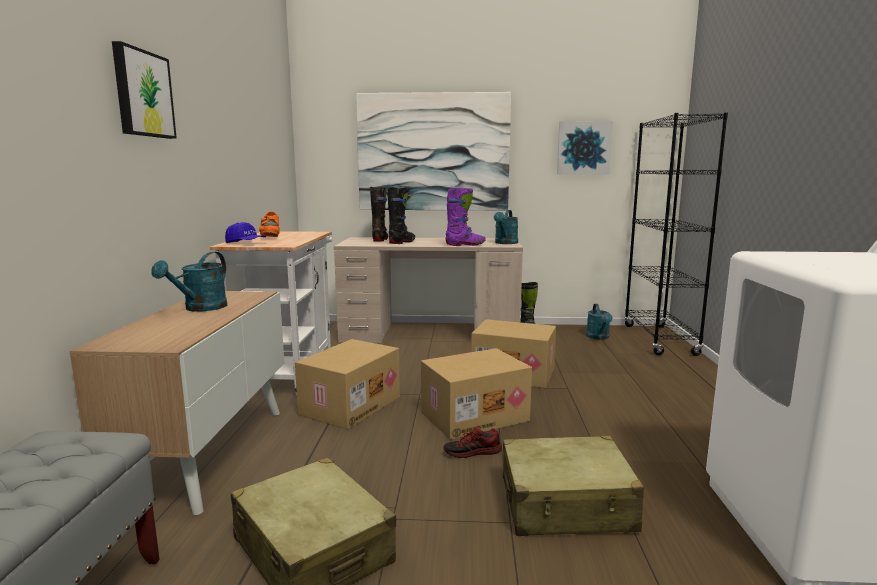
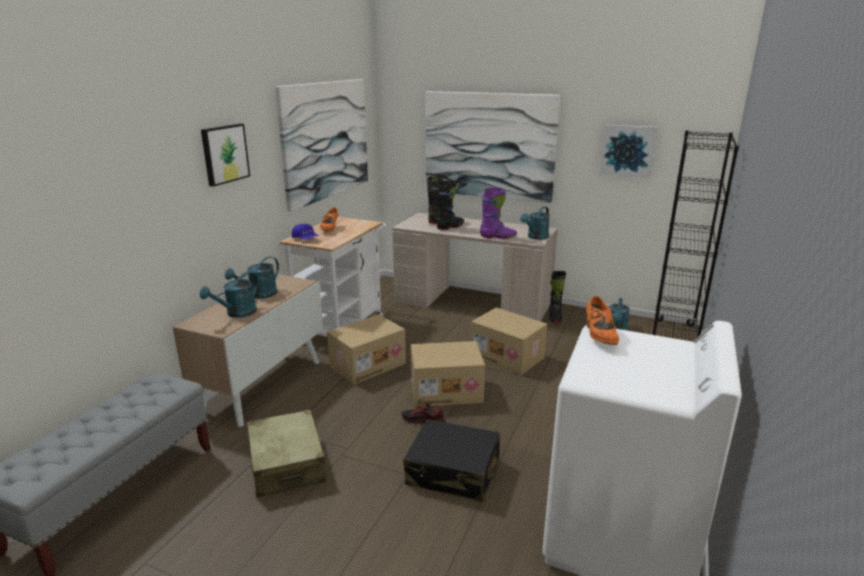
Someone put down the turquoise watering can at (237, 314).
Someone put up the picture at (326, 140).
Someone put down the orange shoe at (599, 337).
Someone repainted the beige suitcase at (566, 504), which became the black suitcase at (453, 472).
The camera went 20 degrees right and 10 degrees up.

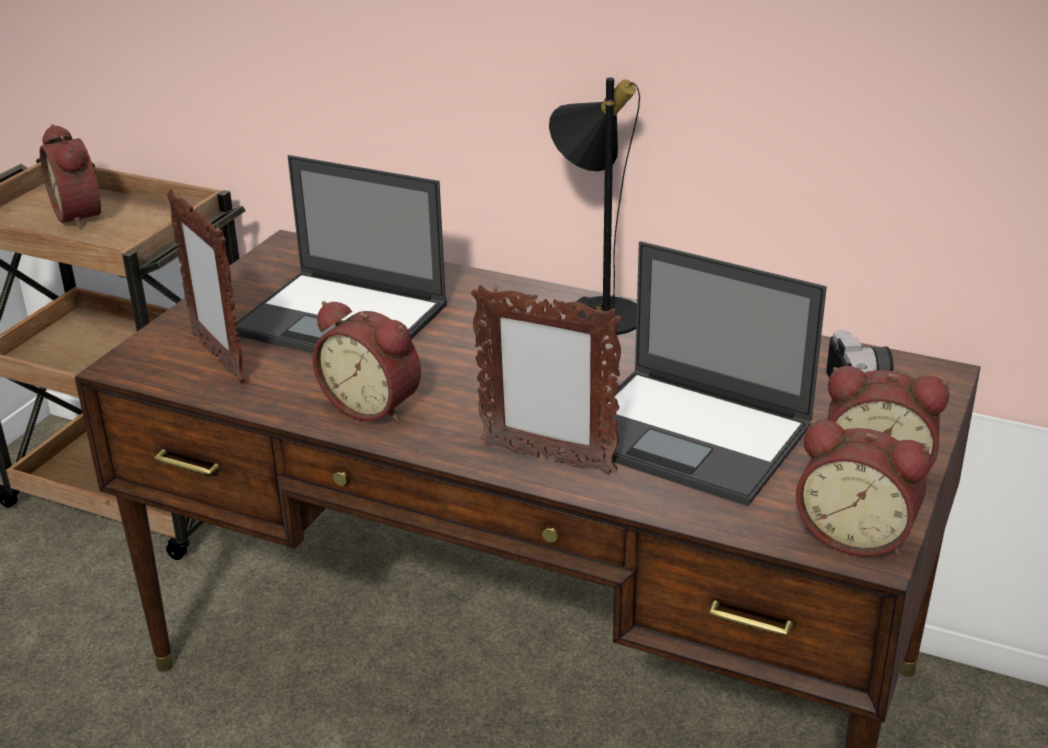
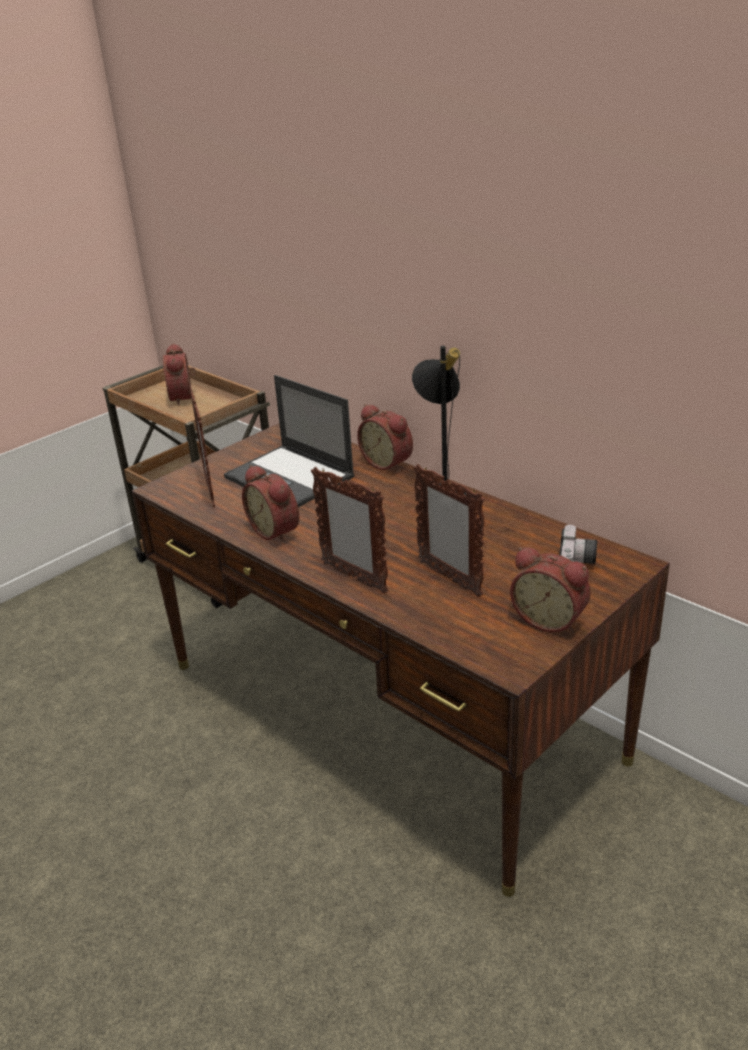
Someone carried the alarm clock from (856, 534) to (388, 463).
Someone swapped the laptop at (693, 436) for the picture frame at (449, 578).
The camera went 20 degrees right and 0 degrees up.

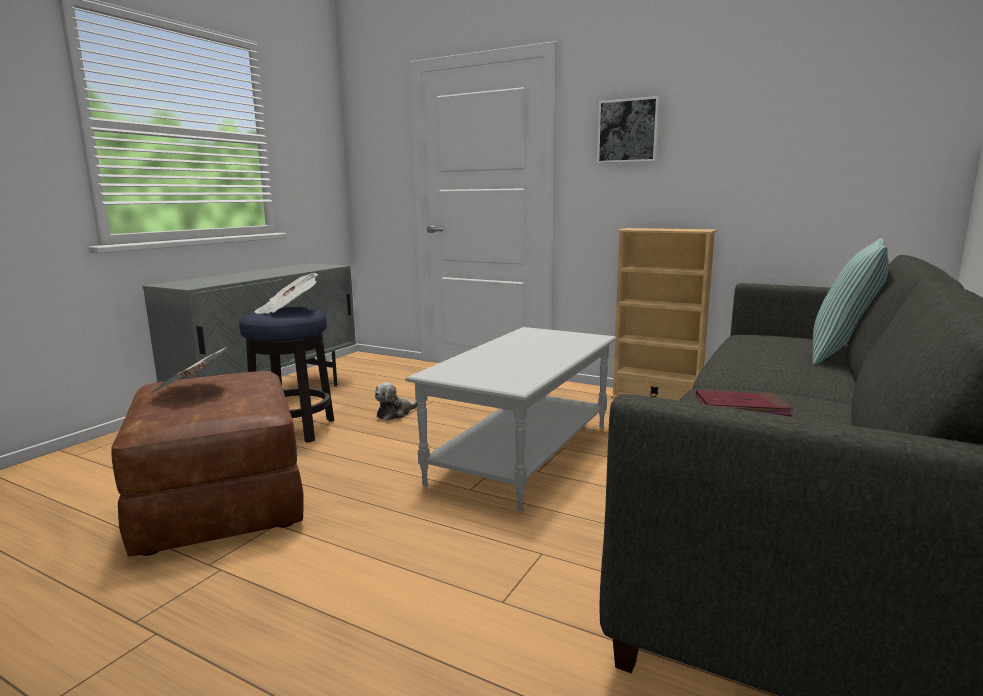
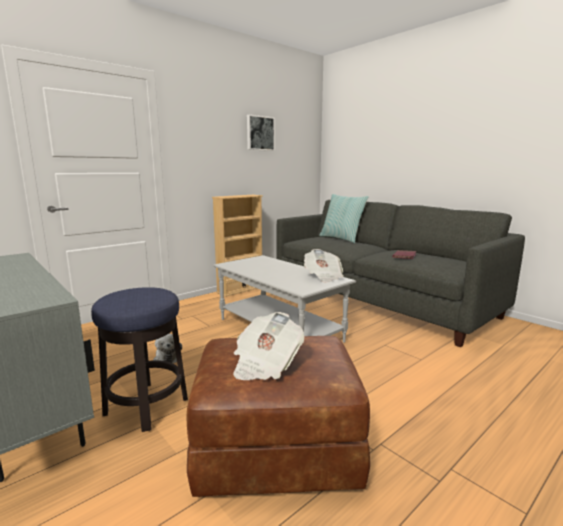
Someone carried the newspaper from (288, 310) to (323, 276).
Someone carried the picture from (628, 131) to (260, 133).
The camera went 70 degrees left and 0 degrees up.

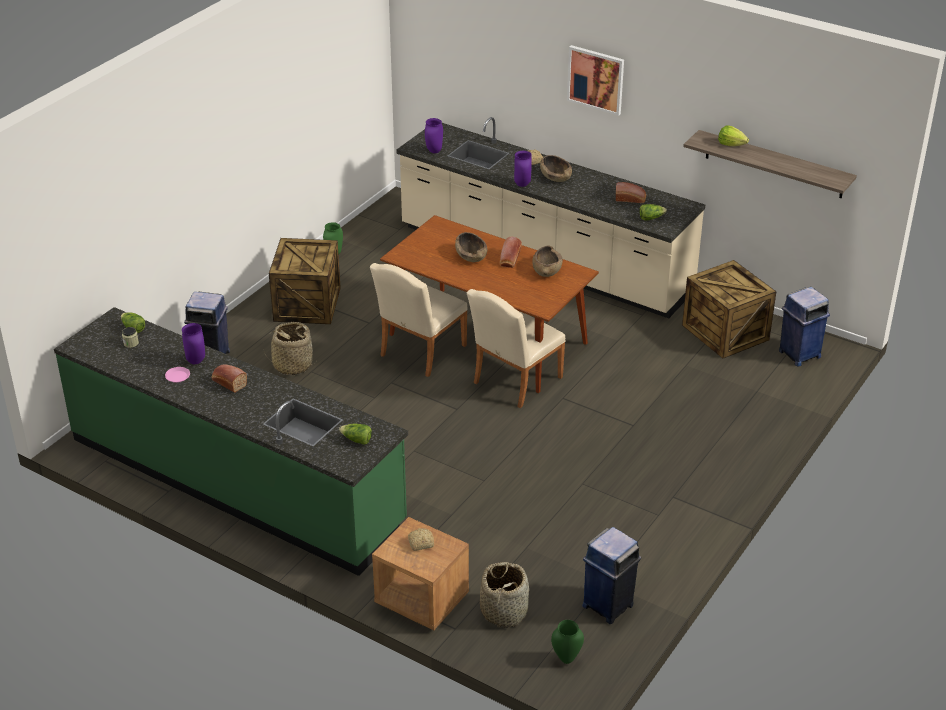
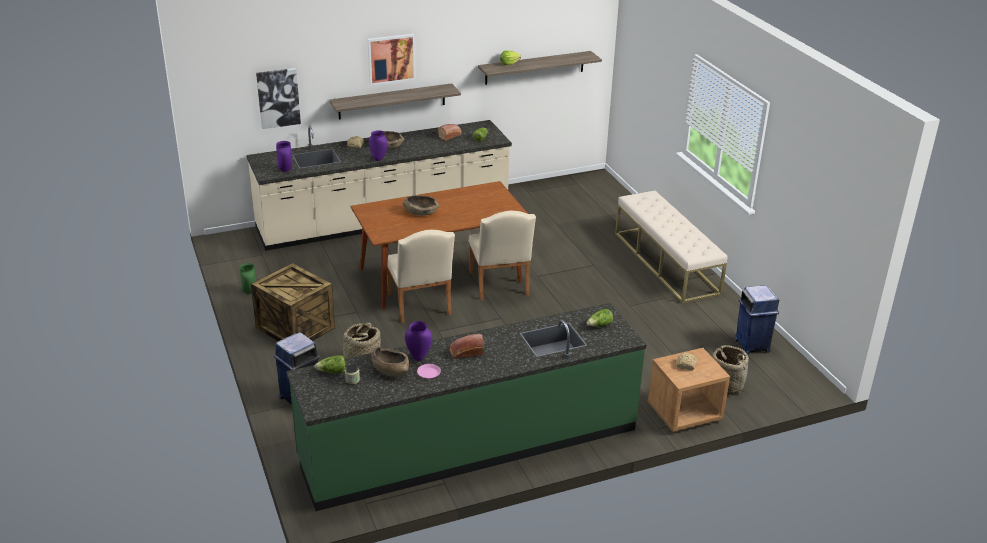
Someone took away the bread at (509, 259).
Someone took away the green vase at (566, 659).
Someone took away the crate at (726, 332).
Someone took away the blue trash can at (798, 354).
Someone put up the picture at (278, 98).
Someone put up the shelf at (392, 101).
Someone put down the beige bench at (666, 263).
Someone carried the brown bowl from (546, 269) to (390, 369).
The camera went 55 degrees left and 5 degrees down.

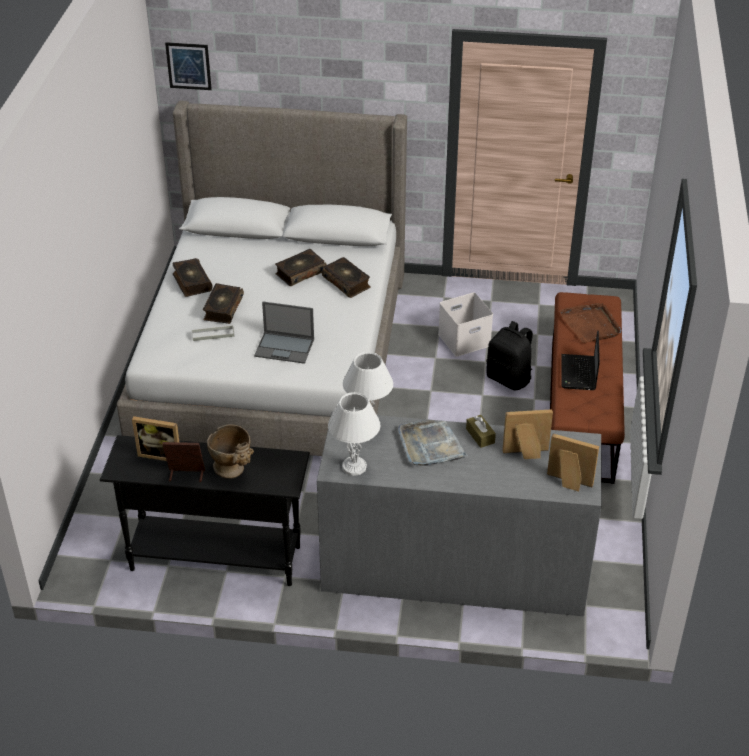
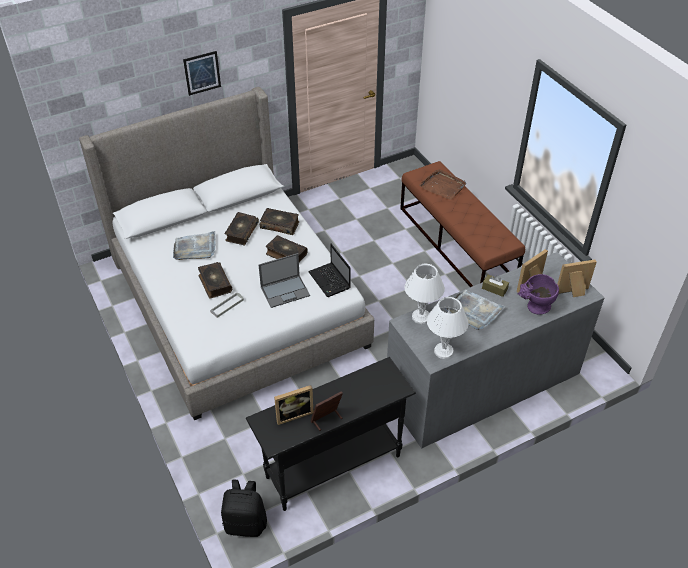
Someone took away the beige vase at (233, 471).
Someone took away the white storage box at (464, 340).
Someone put down the grey tray at (195, 248).
Someone put down the purple vase at (535, 308).
Someone carried the picture from (188, 66) to (202, 73).
Someone carried the book from (191, 282) to (286, 254).
Someone carried the black backpack from (509, 378) to (246, 523).
Someone carried the laptop from (579, 374) to (330, 281).
The camera went 35 degrees left and 5 degrees up.

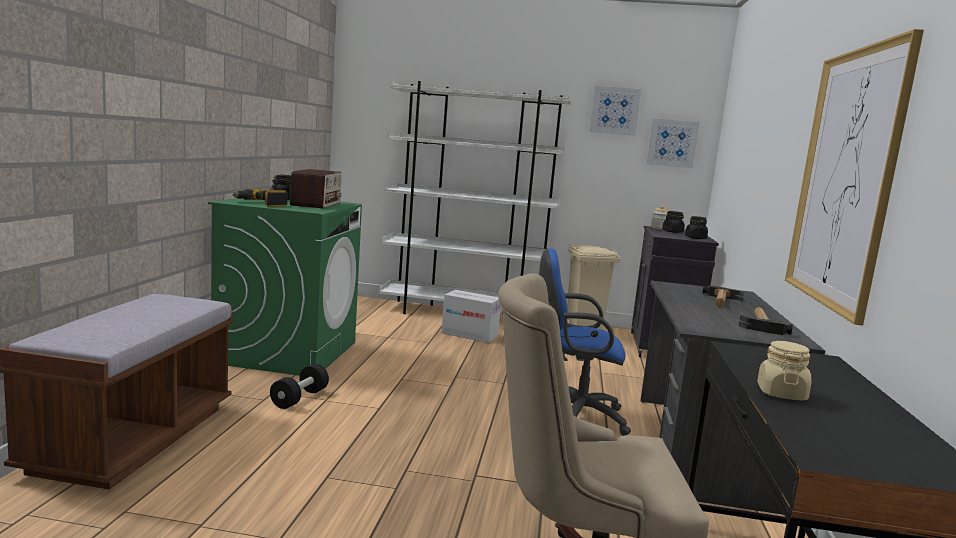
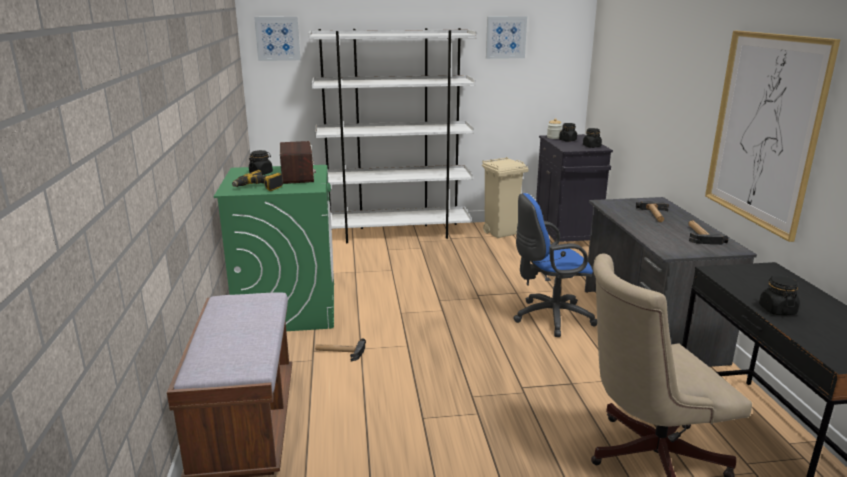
Someone took away the cardboard box at (469, 335).
Someone carried the picture from (672, 143) to (277, 38).
Someone swapped the black dumbbell at (299, 398) for the hammer at (339, 352).
Someone repainted the beige jar at (781, 393), which became the black jar at (777, 310).
The camera went 15 degrees left and 10 degrees up.

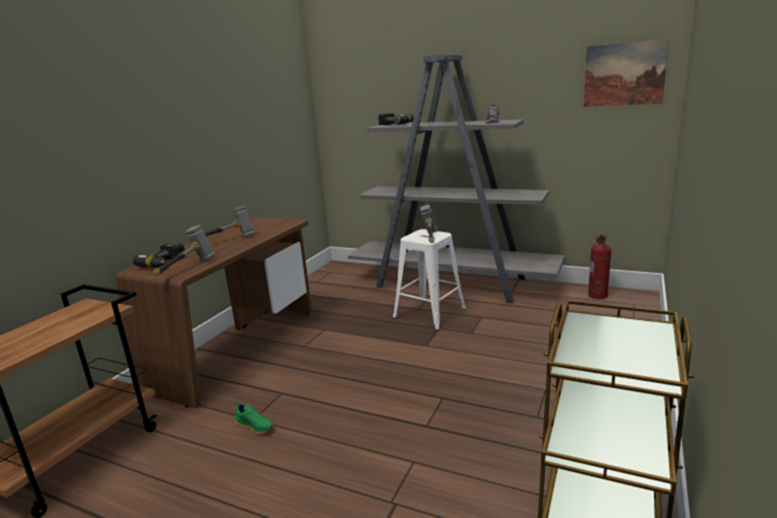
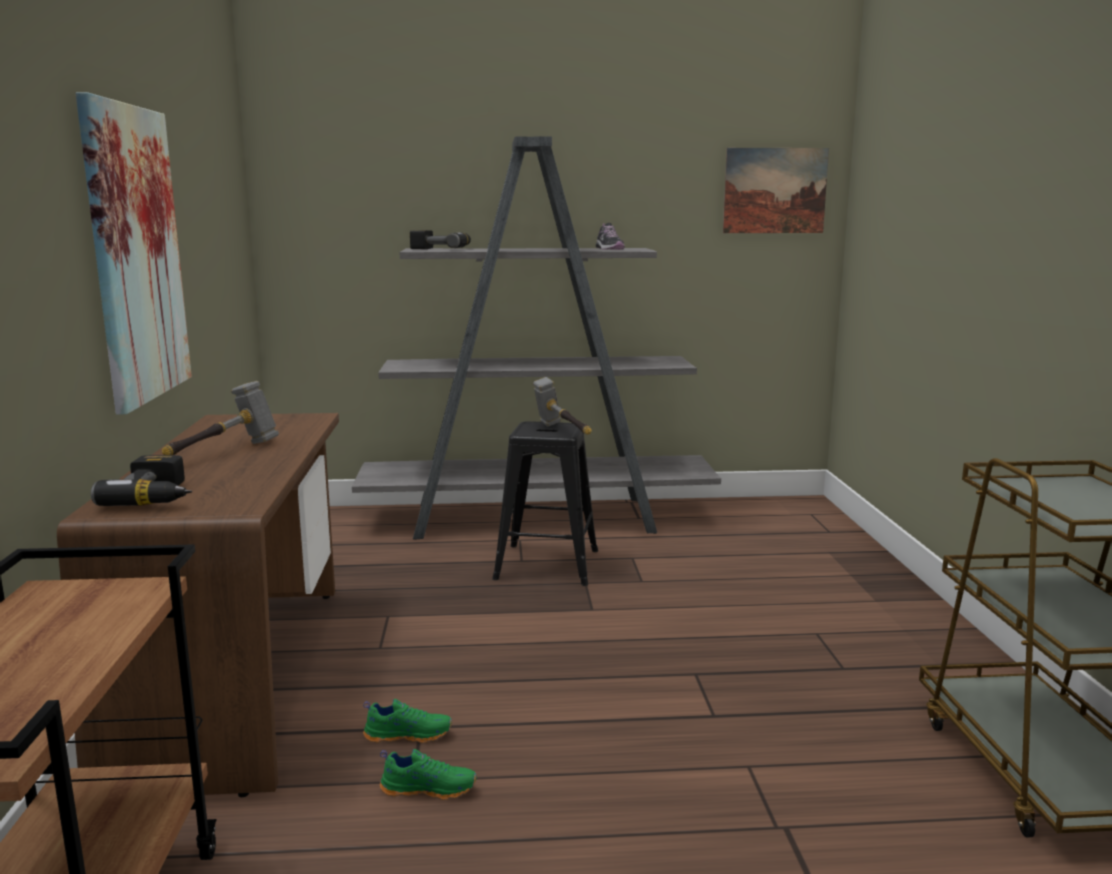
Someone took away the hammer at (187, 268).
Someone took away the fire extinguisher at (598, 295).
Someone put up the picture at (136, 254).
Someone put down the green shoe at (408, 734).
Someone repainted the white stool at (430, 313), which became the black stool at (548, 564).
The camera went 30 degrees left and 5 degrees down.

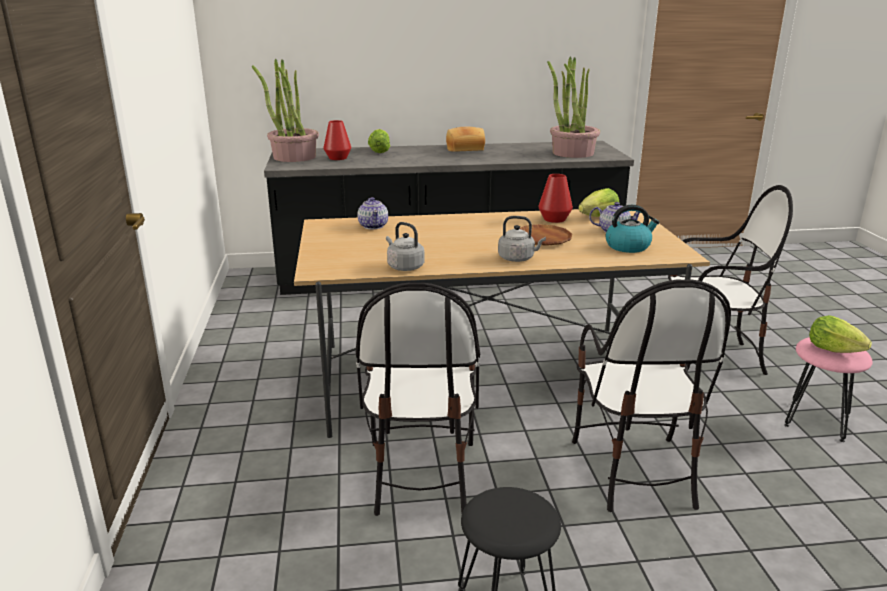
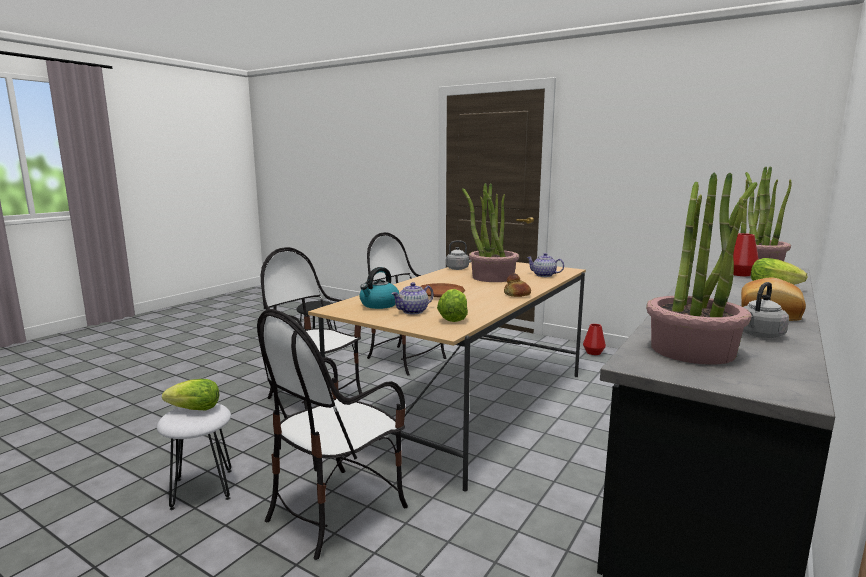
Someone put down the potted plant at (492, 277).
Someone put down the bread at (516, 295).
Someone carried the grey kettle from (518, 258) to (759, 335).
Someone carried the red vase from (554, 219) to (593, 352).
Someone repainted the pink stool at (817, 420), which became the white stool at (202, 489).
The camera went 130 degrees right and 10 degrees down.

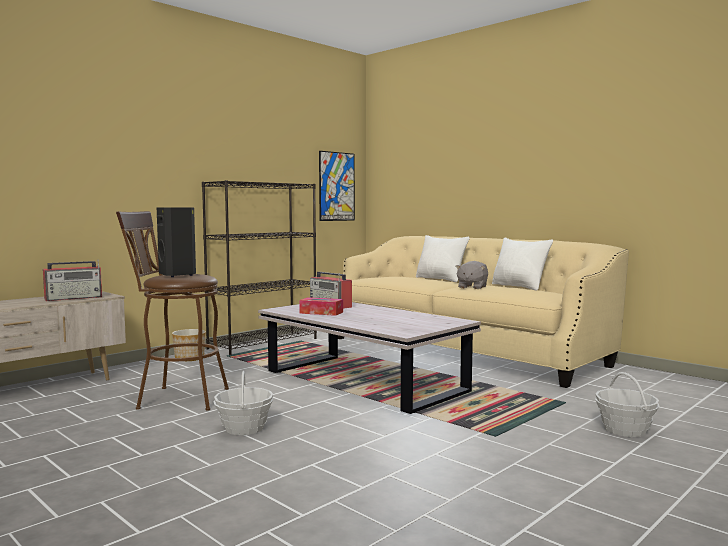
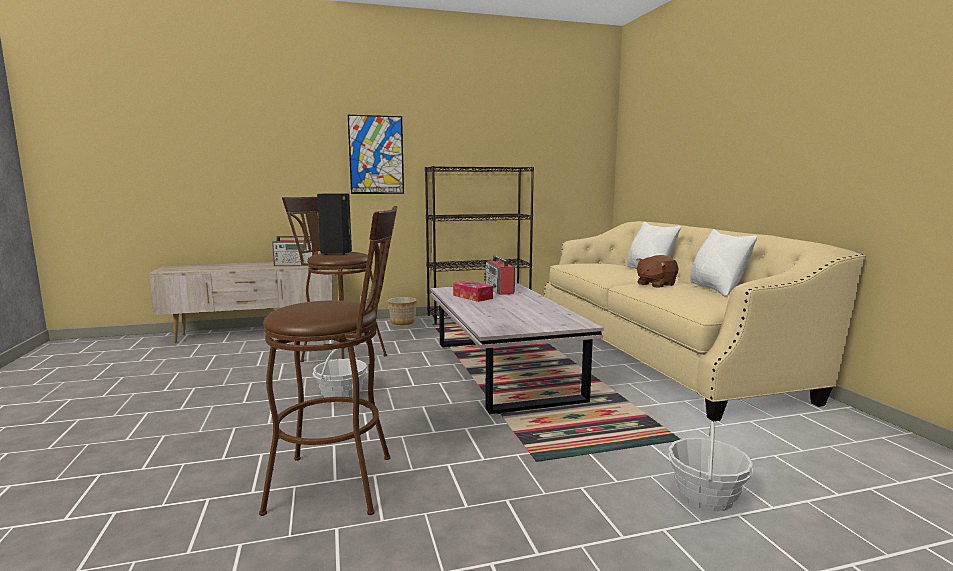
Someone put down the brown stool at (343, 483).
Someone carried the picture from (336, 186) to (376, 155).
Someone repainted the grey plush toy at (472, 287), which became the brown plush toy at (655, 284).
The camera went 30 degrees right and 5 degrees up.

